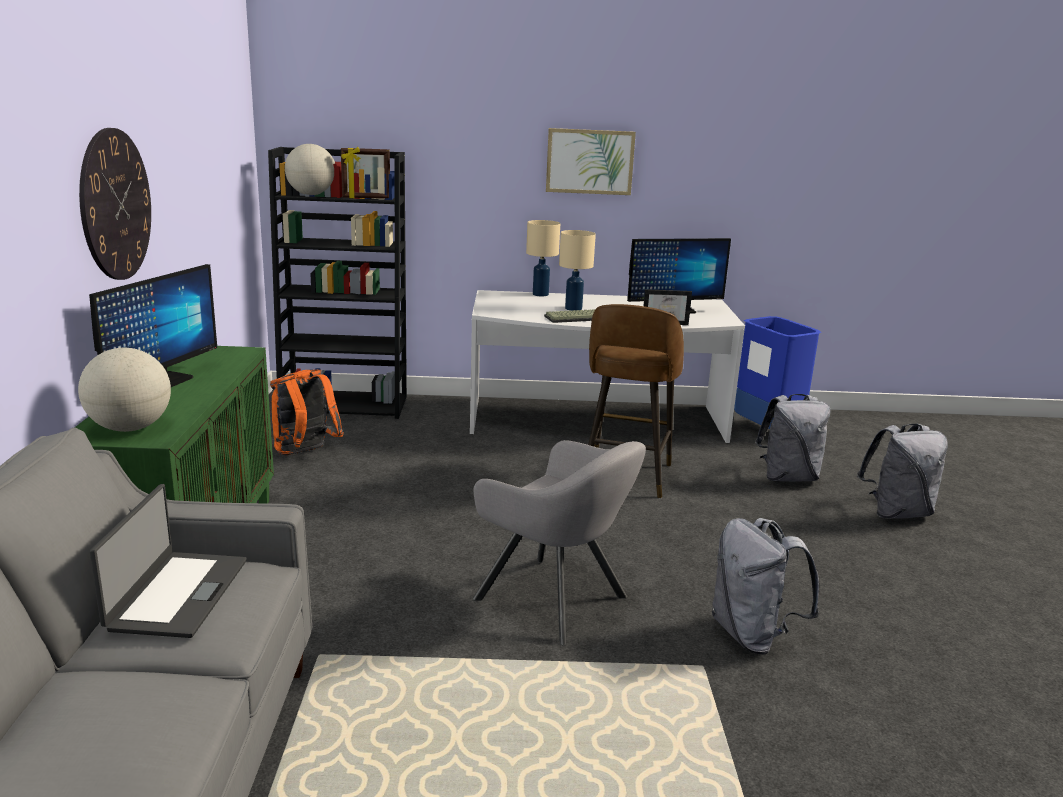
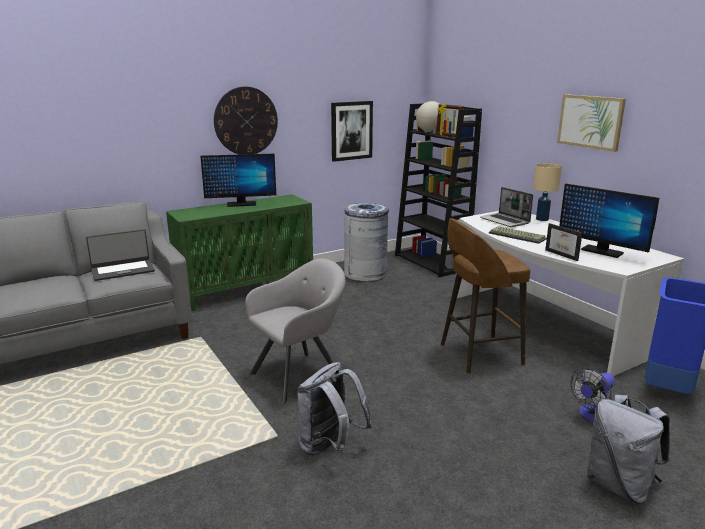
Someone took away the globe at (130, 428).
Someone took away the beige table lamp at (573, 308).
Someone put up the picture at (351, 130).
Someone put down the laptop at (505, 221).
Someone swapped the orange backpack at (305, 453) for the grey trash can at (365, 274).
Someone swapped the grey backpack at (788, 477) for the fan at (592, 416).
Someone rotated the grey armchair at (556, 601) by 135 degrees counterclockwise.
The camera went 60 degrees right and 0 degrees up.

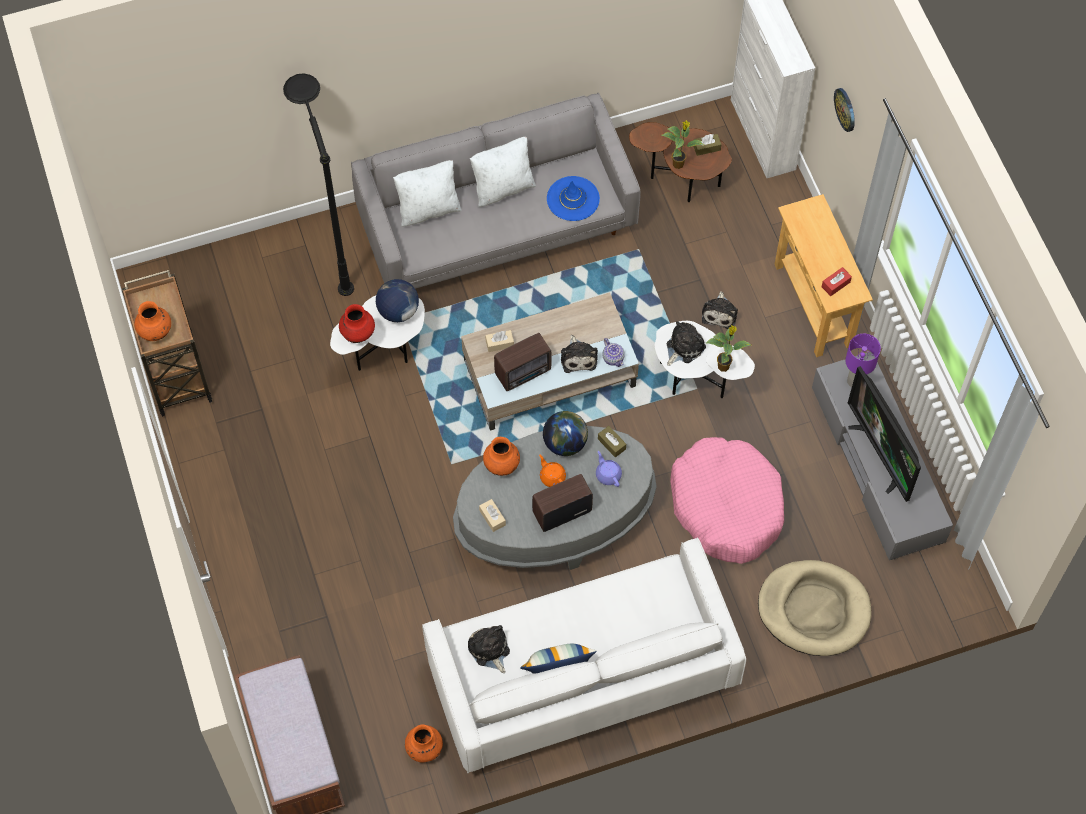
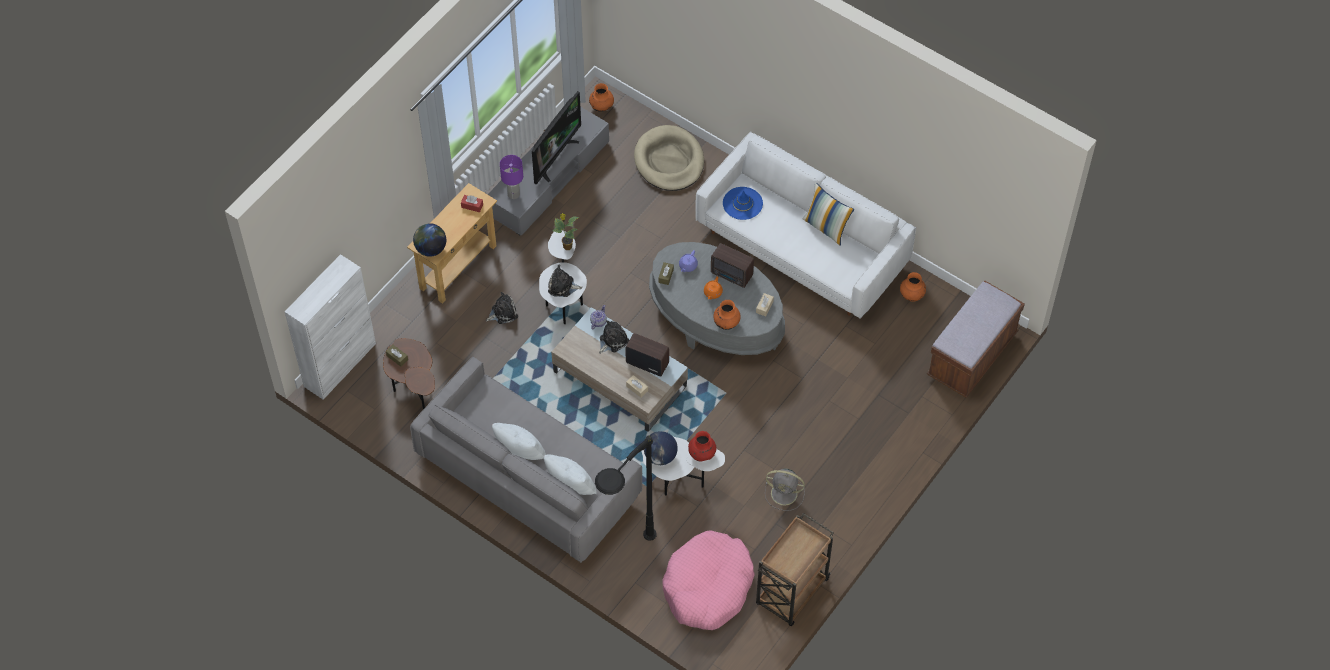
Someone took away the plush toy at (489, 650).
Someone took away the potted plant at (679, 163).
Someone took away the wall clock at (845, 109).
Someone put down the grey fan at (785, 494).
Someone carried the orange vase from (155, 331) to (601, 106).
Someone carried the globe from (565, 443) to (431, 249).
Someone carried the blue hat from (573, 199) to (742, 203).
Someone carried the pink dog bed from (726, 506) to (708, 587).
The camera went 125 degrees left and 5 degrees down.

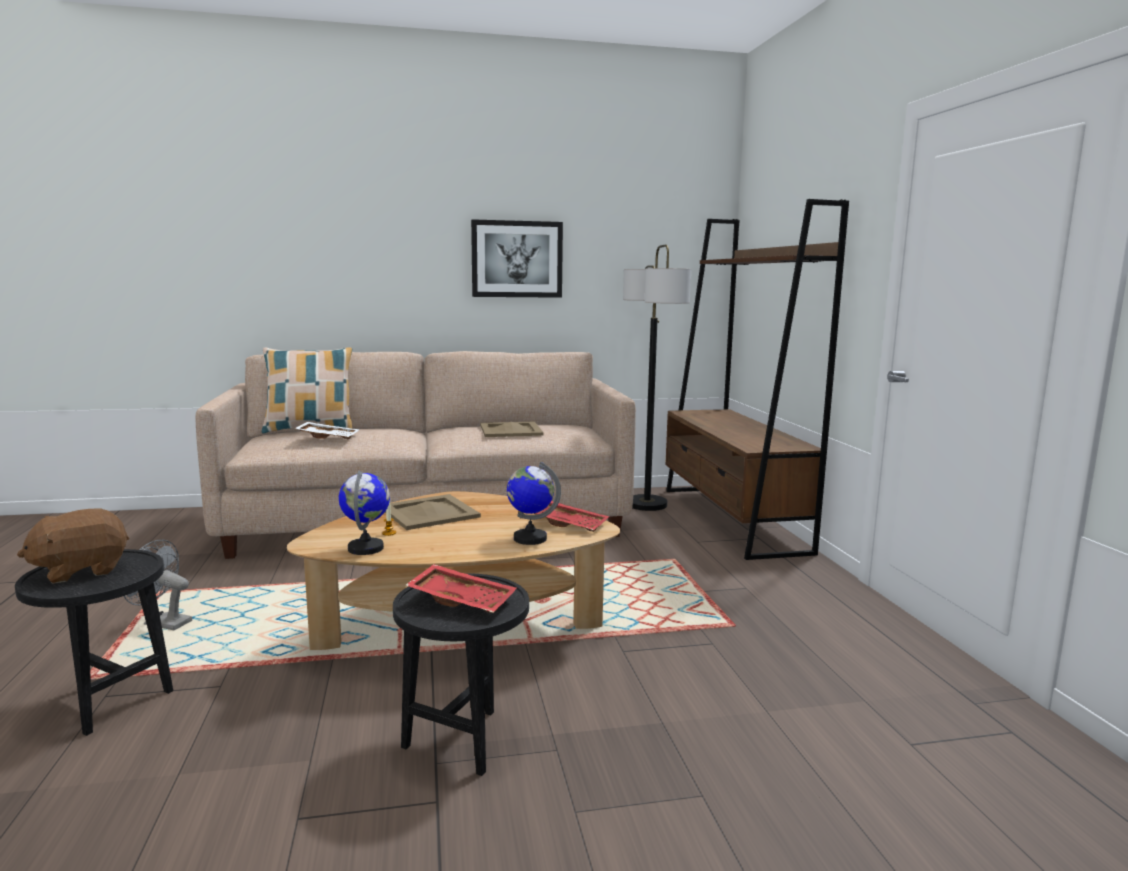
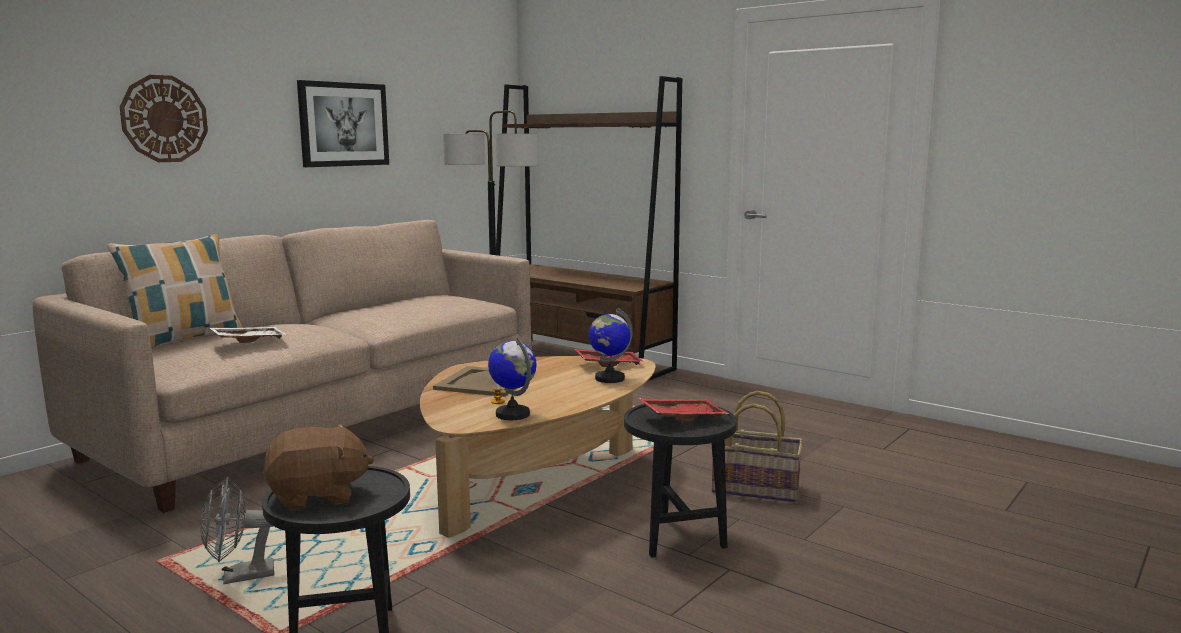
Someone took away the beige tray at (510, 430).
Someone put up the wall clock at (164, 119).
Someone put down the basket at (756, 488).
Someone rotated the brown plush toy at (81, 570) by 120 degrees counterclockwise.
The camera went 40 degrees left and 0 degrees up.

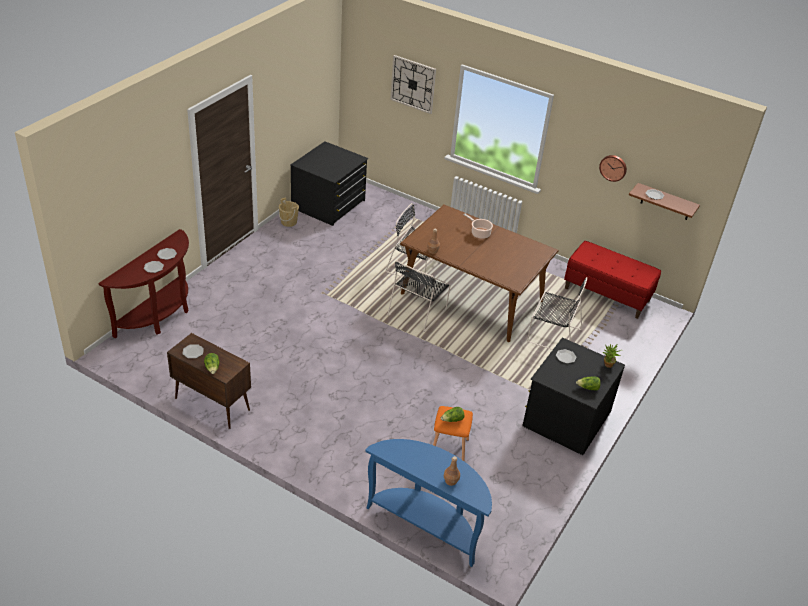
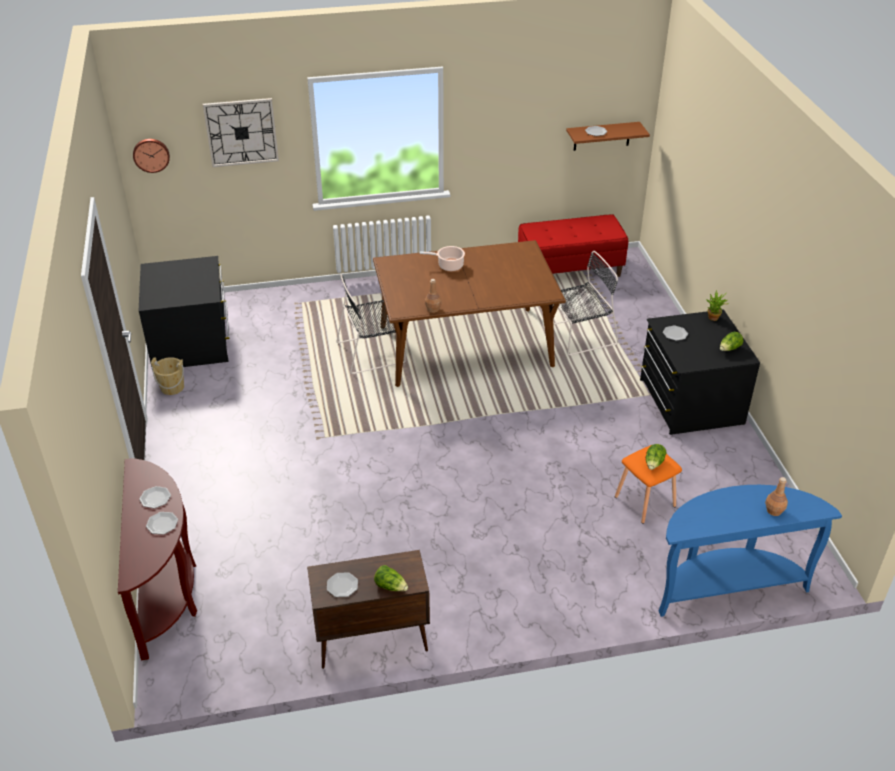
Someone took away the black chair at (418, 311).
Someone carried the wall clock from (613, 167) to (151, 154).
The camera went 40 degrees left and 0 degrees up.

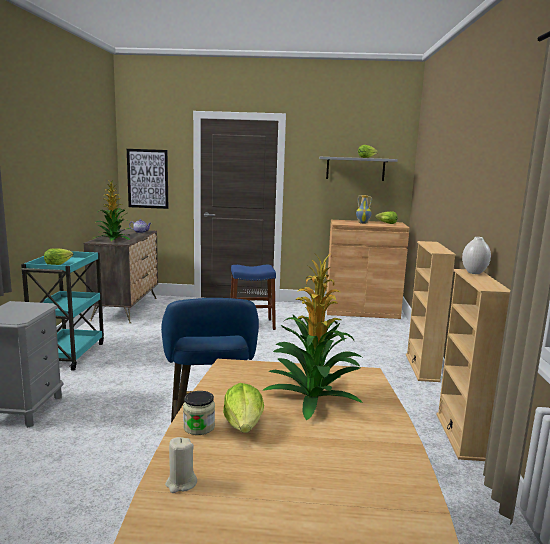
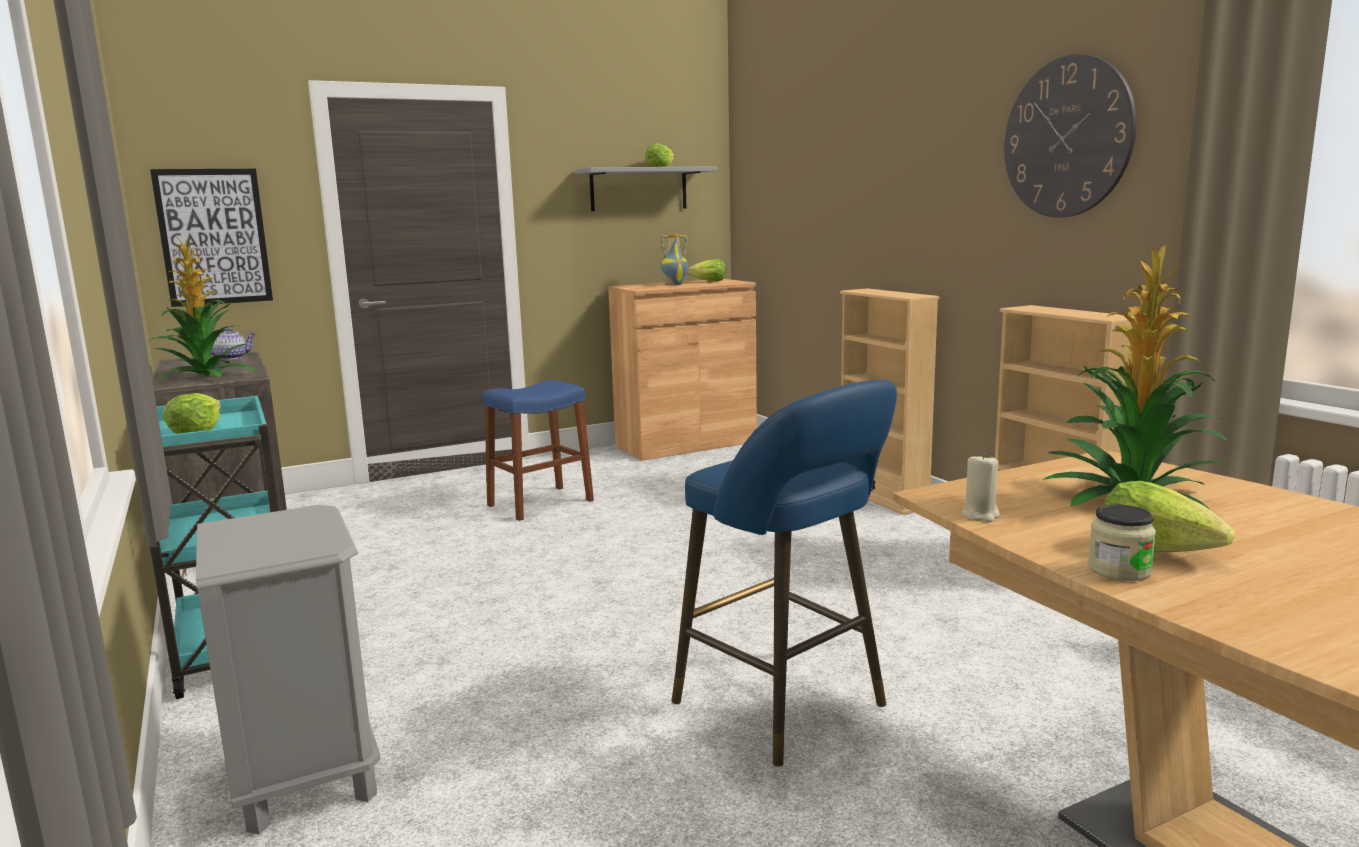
Someone took away the white vase at (474, 273).
Someone put up the wall clock at (1067, 137).
Someone carried the beige candle from (181, 483) to (980, 515).
The camera went 30 degrees left and 0 degrees up.

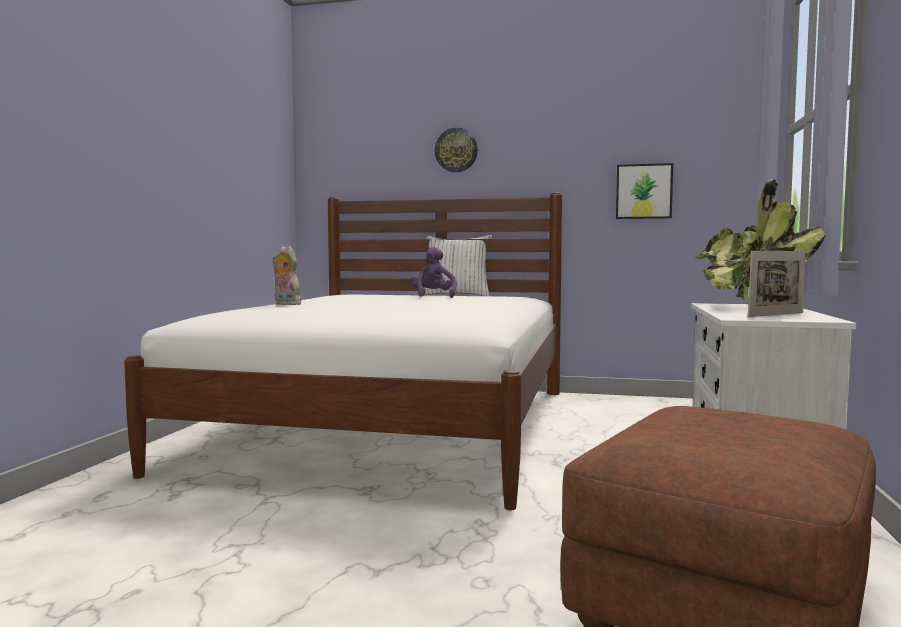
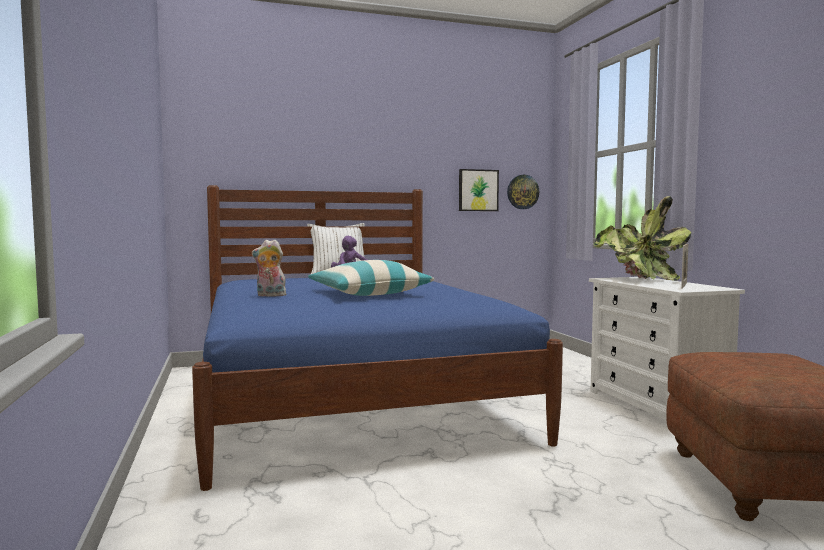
Someone put down the pillow at (369, 293).
Someone carried the wall clock from (456, 150) to (522, 192).
Someone repainted the white bed at (394, 426), which became the blue bed at (348, 398).
The camera went 30 degrees left and 0 degrees up.

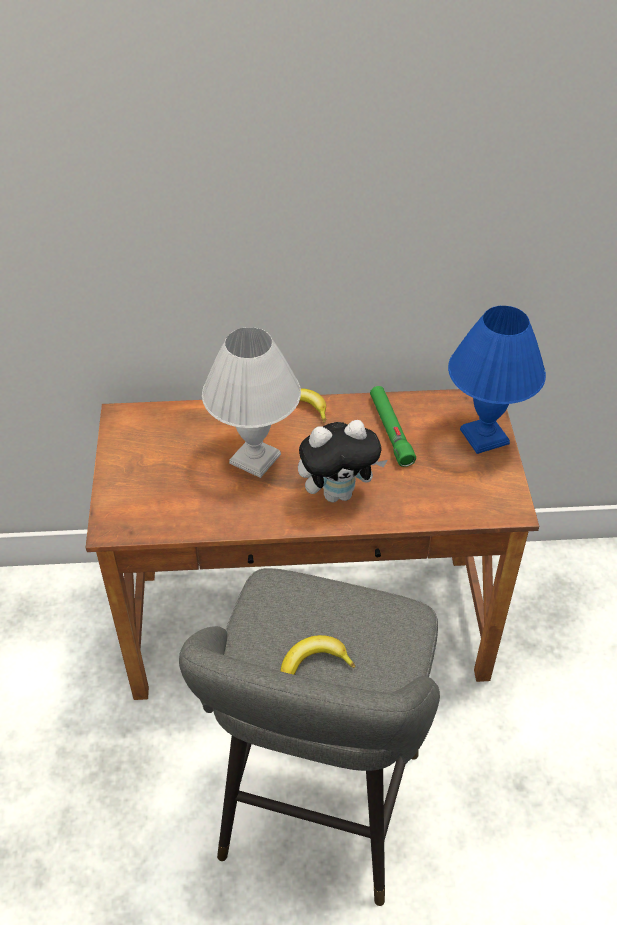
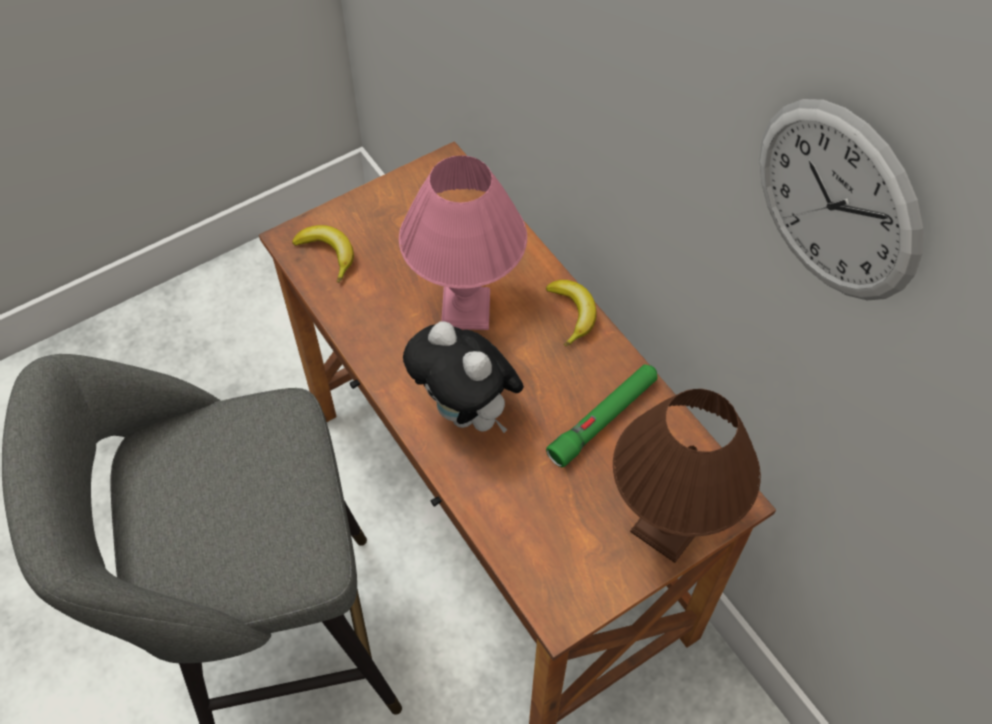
Someone put up the wall clock at (836, 201).
Someone carried the banana from (314, 663) to (328, 254).
Someone repainted the white table lamp at (255, 457), which became the pink table lamp at (467, 309).
Someone repainted the blue table lamp at (485, 437), which became the brown table lamp at (667, 529).
The camera went 60 degrees right and 10 degrees up.

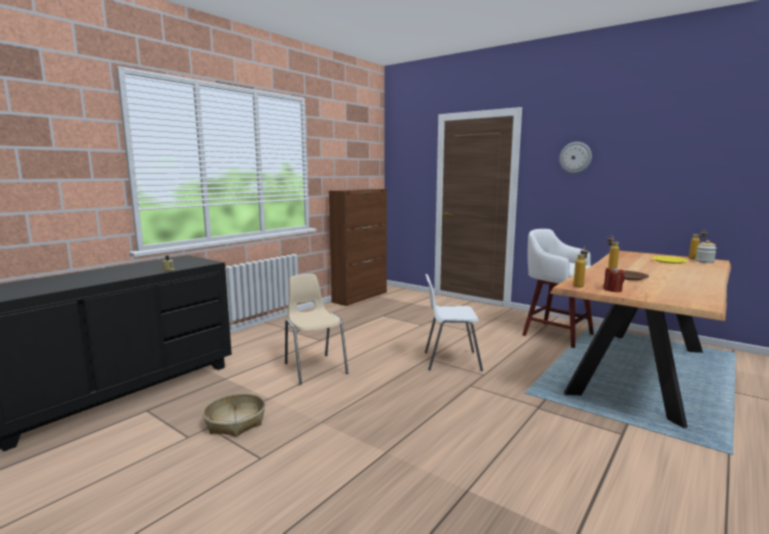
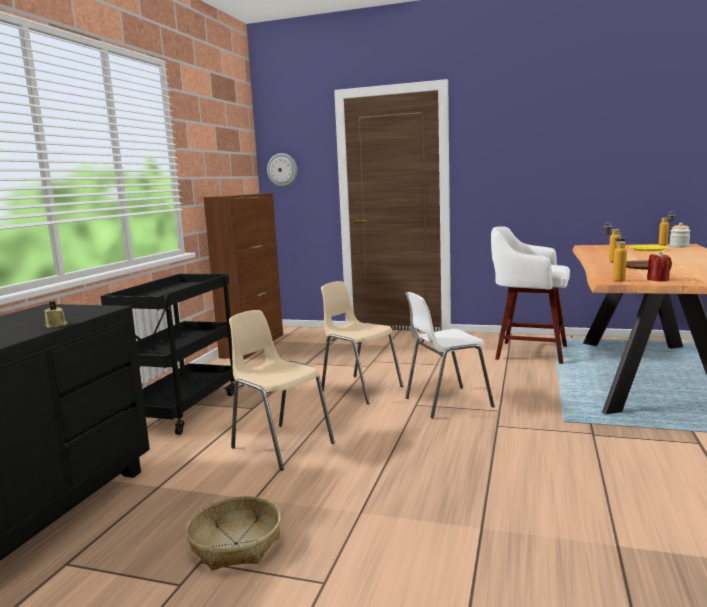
Someone put down the black cart at (183, 409).
Someone put down the beige chair at (360, 388).
Someone carried the wall clock from (575, 157) to (282, 170).
The camera went 20 degrees left and 0 degrees up.

